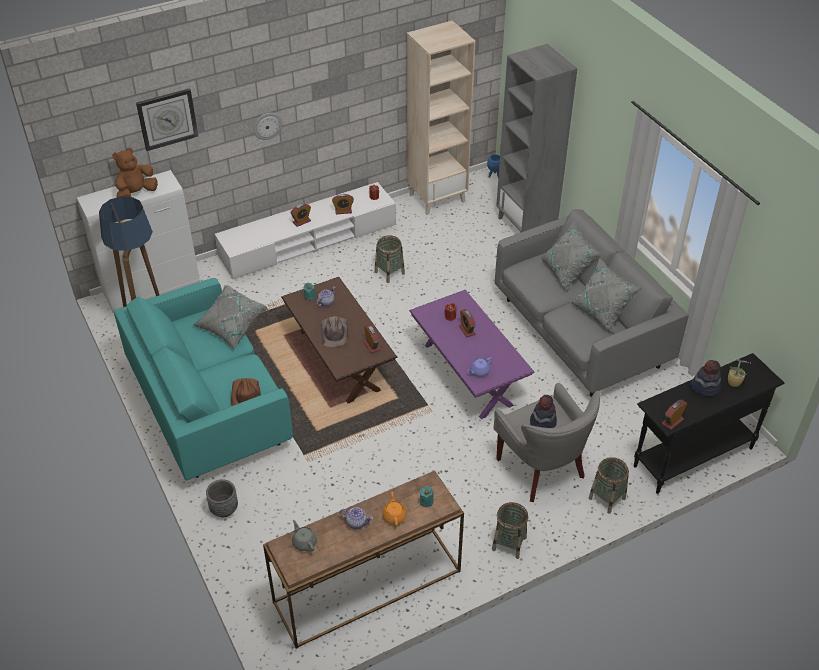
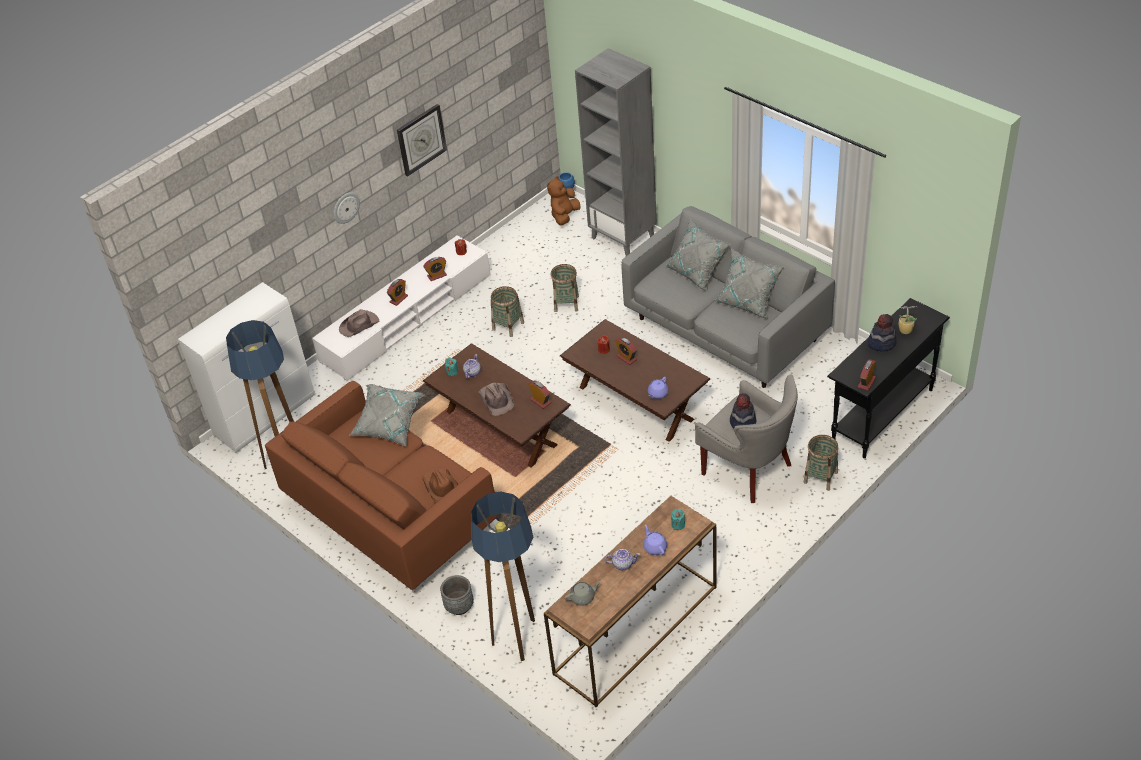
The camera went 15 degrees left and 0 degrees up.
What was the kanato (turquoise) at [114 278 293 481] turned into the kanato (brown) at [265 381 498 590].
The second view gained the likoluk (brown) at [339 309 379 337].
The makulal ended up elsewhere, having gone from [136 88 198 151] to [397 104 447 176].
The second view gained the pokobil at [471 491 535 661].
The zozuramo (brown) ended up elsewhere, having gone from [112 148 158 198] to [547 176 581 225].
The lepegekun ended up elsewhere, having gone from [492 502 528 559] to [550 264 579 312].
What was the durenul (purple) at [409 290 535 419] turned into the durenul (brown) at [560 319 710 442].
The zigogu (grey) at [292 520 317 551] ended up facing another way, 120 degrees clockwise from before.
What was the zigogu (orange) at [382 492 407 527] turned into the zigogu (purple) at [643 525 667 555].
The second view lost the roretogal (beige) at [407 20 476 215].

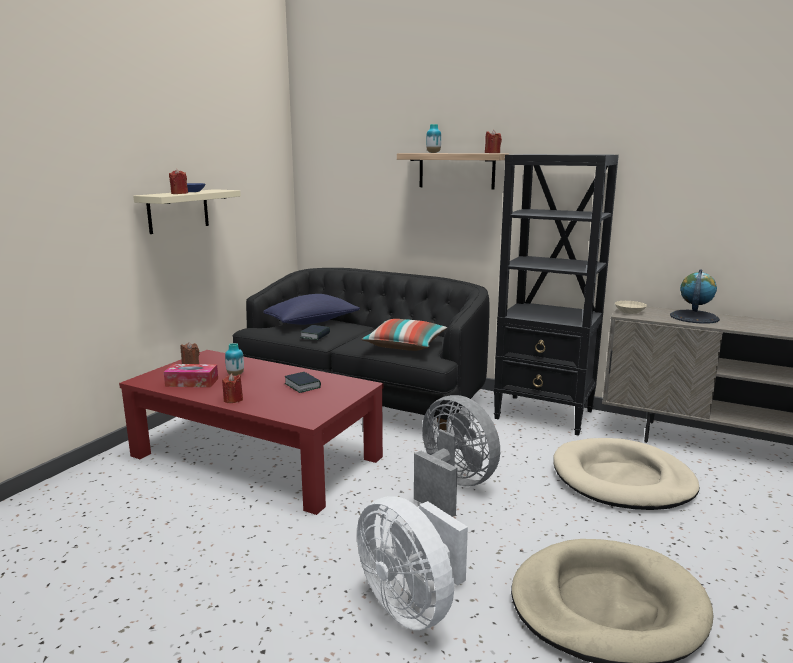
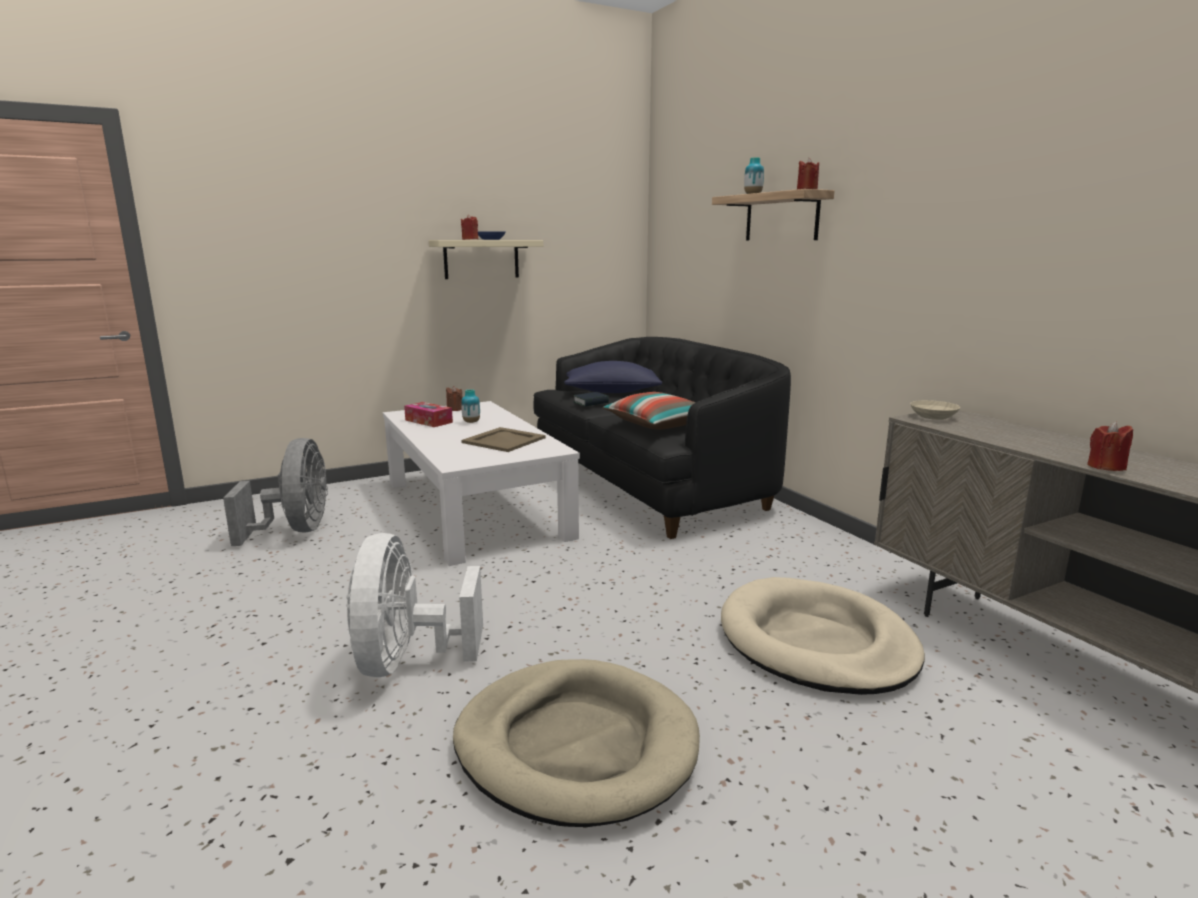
The camera went 35 degrees right and 0 degrees up.
The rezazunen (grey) ended up elsewhere, having gone from [414 395 500 517] to [223 438 328 546].
What was the durenul (red) at [119 350 383 515] turned into the durenul (white) at [383 401 580 566].
Where the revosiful stood at [284 372 321 393], the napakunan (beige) came to stand at [461 427 546 452].
The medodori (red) ended up elsewhere, having gone from [222 374 243 403] to [1087 422 1133 471].
The second view lost the roretogal (black) at [494 154 619 436].
The second view lost the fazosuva at [670 269 720 324].

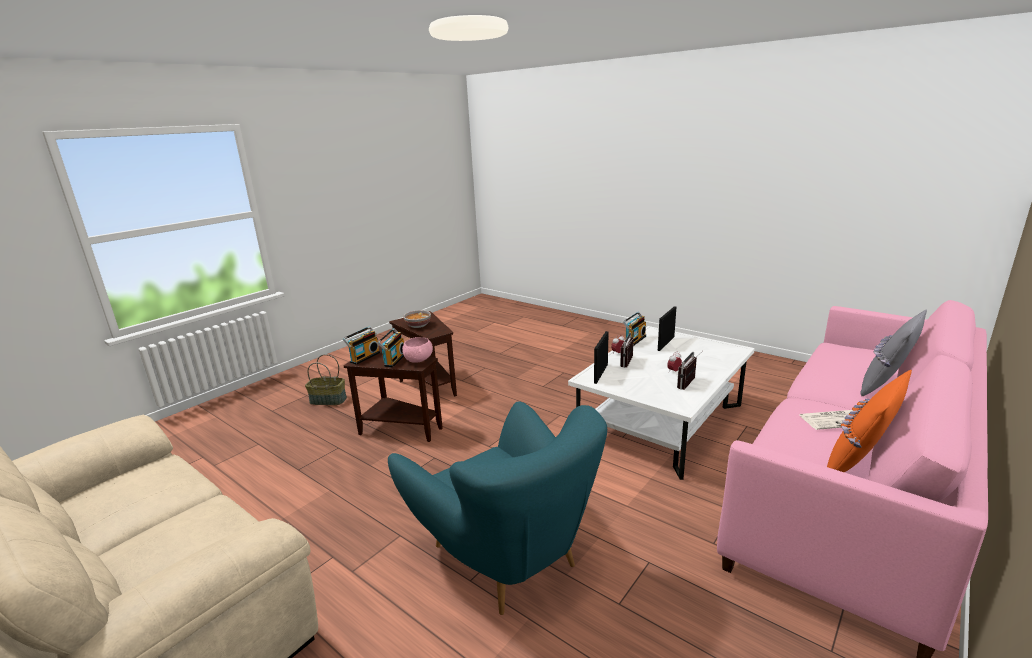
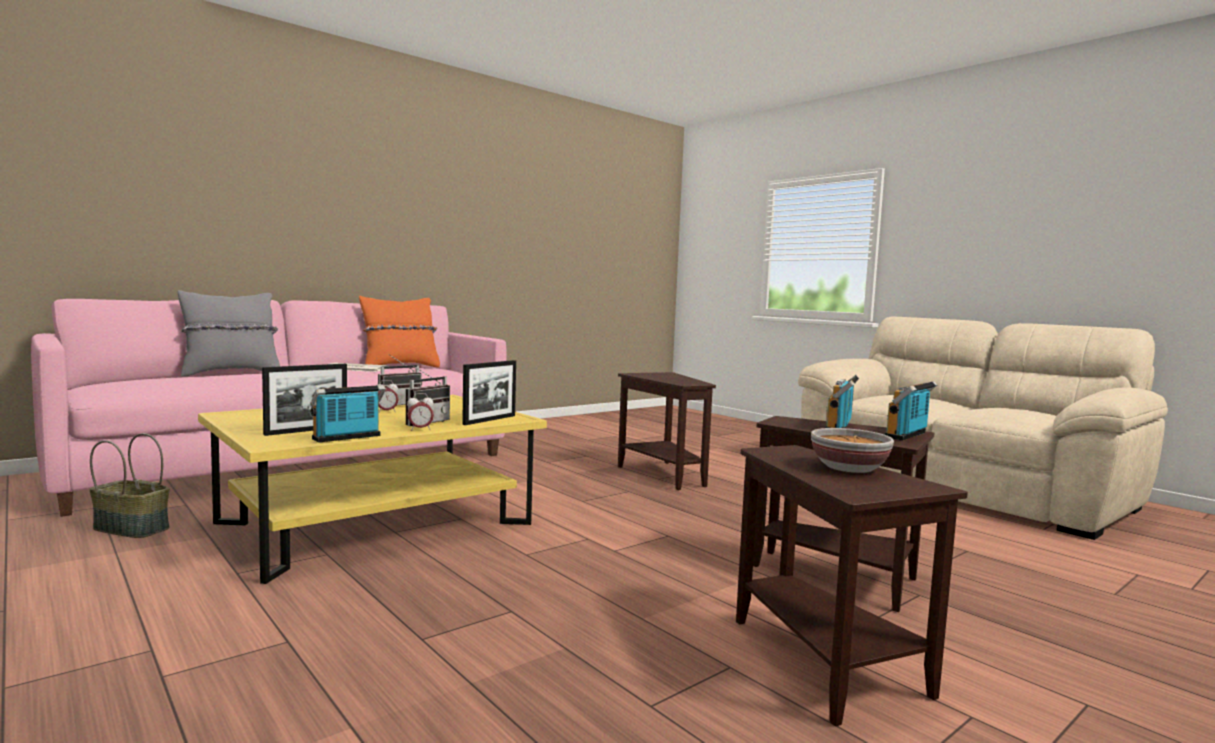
The camera went 170 degrees left and 15 degrees down.
The lepegekun ended up elsewhere, having gone from [305 354 347 405] to [89 433 170 538].
What was the durenul (white) at [568 326 755 480] turned into the durenul (yellow) at [198 395 547 584].
Where the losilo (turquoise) stood at [388 401 607 615], the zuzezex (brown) came to stand at [618 372 716 490].
The second view lost the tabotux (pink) at [402 337 433 363].

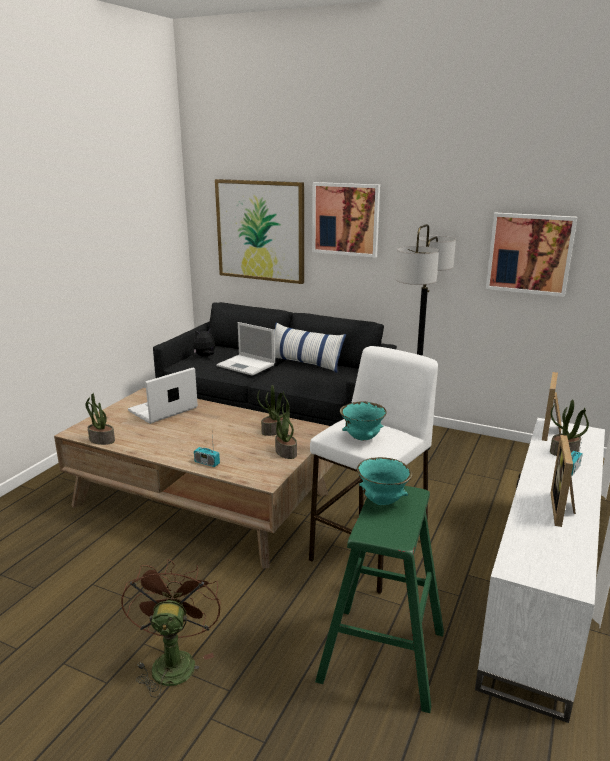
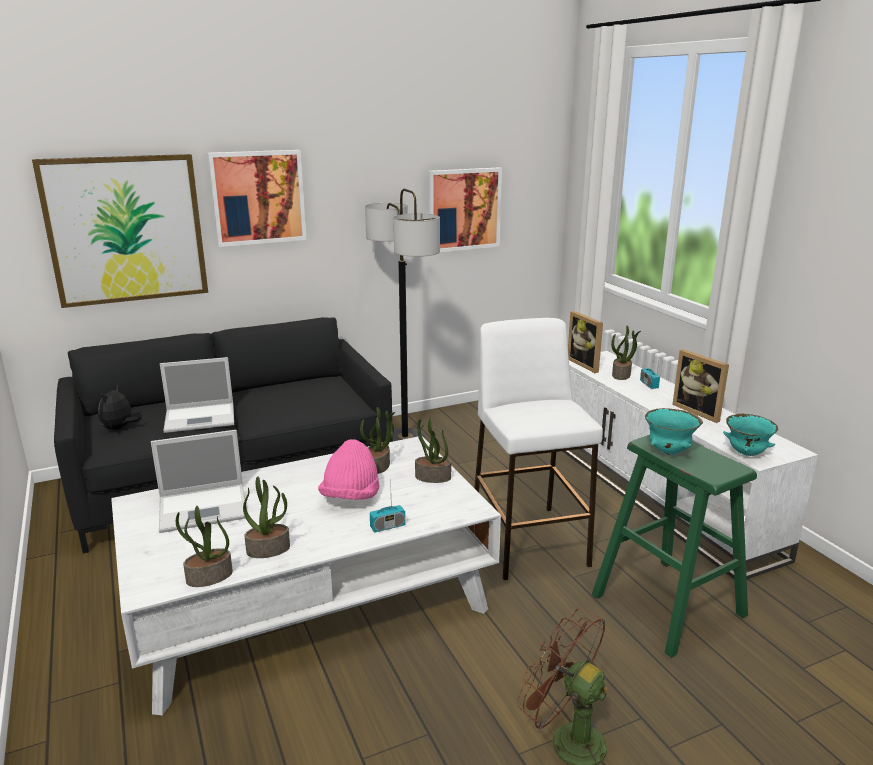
The camera went 50 degrees left and 0 degrees up.
What was the durenul (brown) at [54 388 333 568] turned into the durenul (white) at [111 436 501 715].
The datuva at [128 367 198 424] ended up facing another way, 105 degrees counterclockwise from before.
The second view gained the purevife at [243 476 290 558].
The second view gained the likoluk (pink) at [318 439 379 500].
The tabotux (turquoise) ended up elsewhere, having gone from [340 401 387 441] to [723 414 778 456].
The second view lost the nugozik at [275 322 346 373].

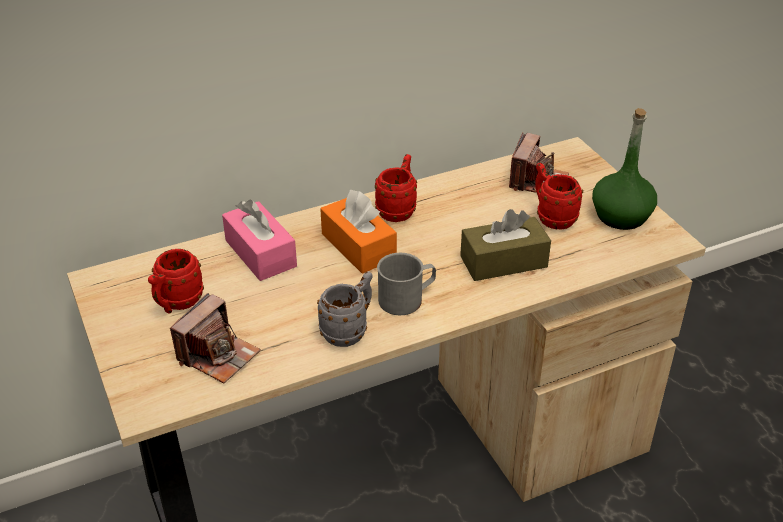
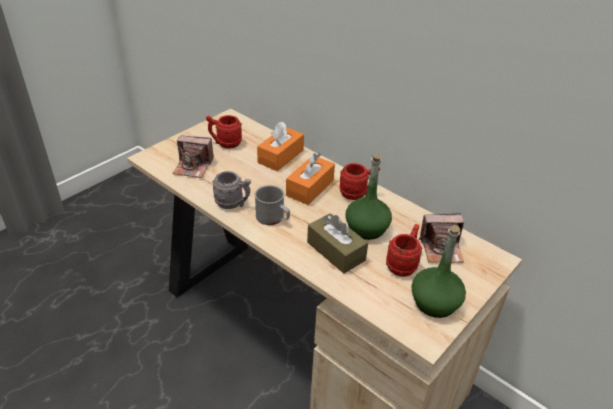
The camera went 65 degrees right and 0 degrees up.
What was the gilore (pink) at [222 200 297 281] turned into the gilore (orange) at [257 122 304 171].
The second view gained the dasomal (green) at [345 154 392 240].

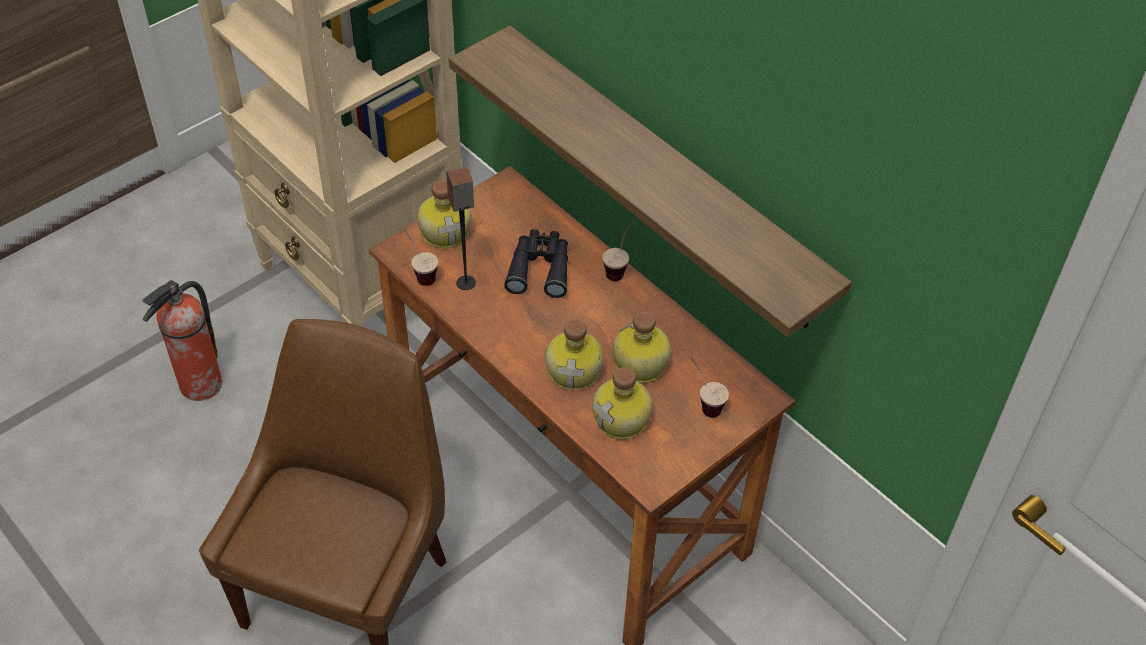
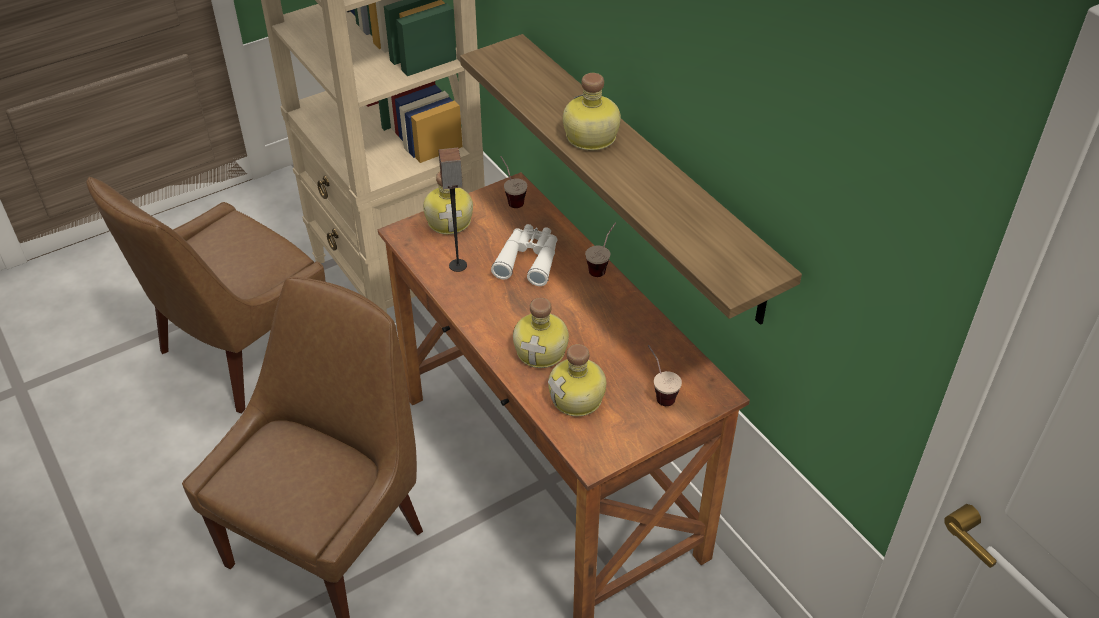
The camera went 10 degrees right and 5 degrees down.
Where the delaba stood at [142 280 222 401], the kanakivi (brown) came to stand at [86 177 326 413].
What was the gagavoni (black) at [504 229 568 298] turned into the gagavoni (white) at [491 224 558 286].
The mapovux ended up elsewhere, having gone from [403 229 438 286] to [500 156 527 208].
The dasomal ended up elsewhere, having gone from [613 312 671 383] to [563 73 621 151].

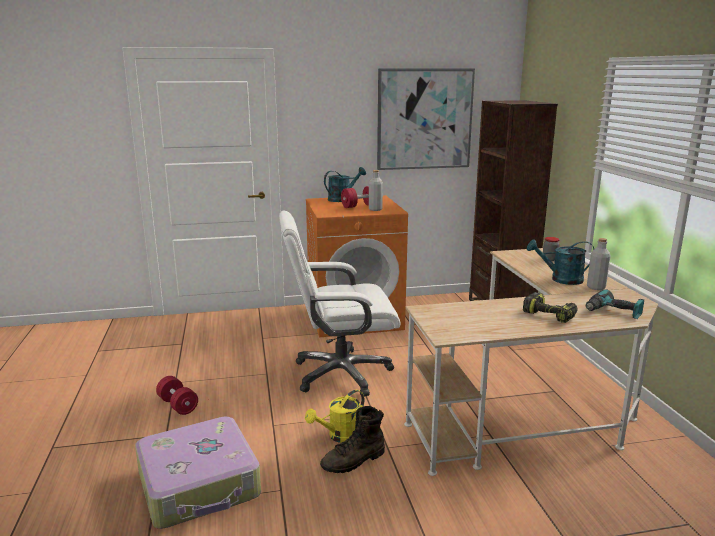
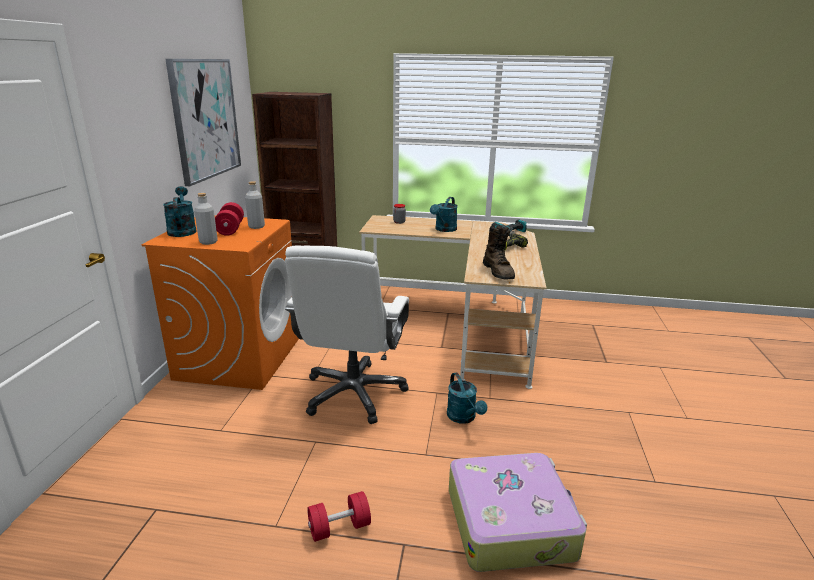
The camera went 70 degrees left and 5 degrees up.
The dasomal (grey) ended up elsewhere, having gone from [587 238 611 290] to [194 193 218 245].
What was the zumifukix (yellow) at [305 390 364 443] turned into the zumifukix (turquoise) at [447 372 487 424].
The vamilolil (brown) ended up elsewhere, having gone from [320 406 385 473] to [483 226 515 279].

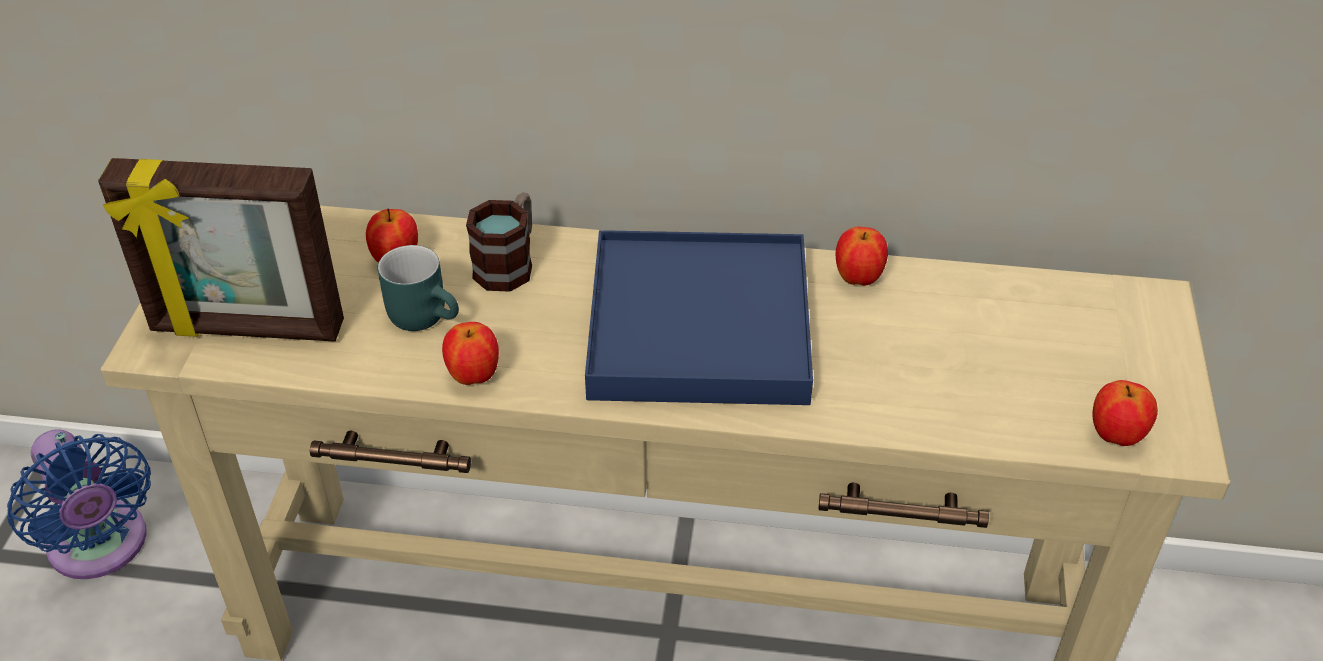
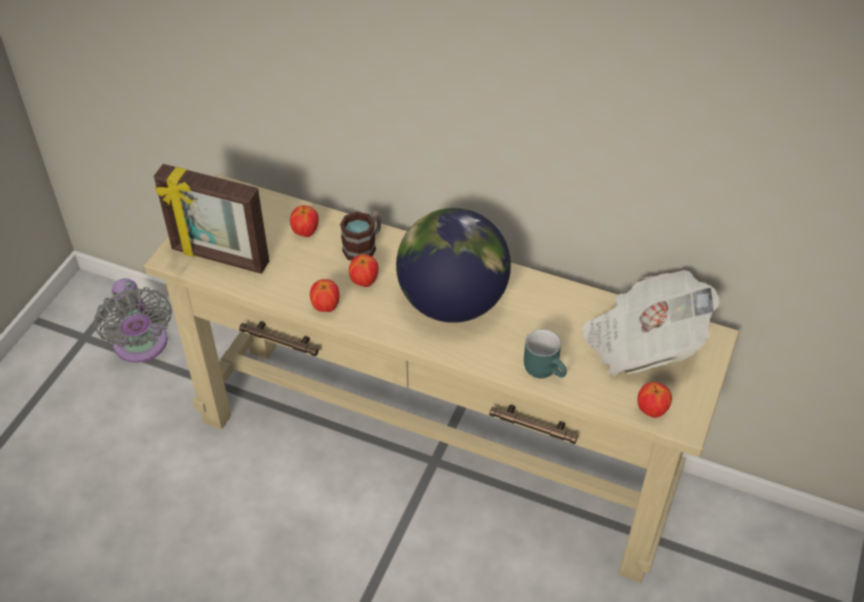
The camera went 15 degrees right and 5 degrees up.
What was the rezazunen (blue) at [7 429 151 579] turned into the rezazunen (grey) at [94 278 172 363].
The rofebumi ended up elsewhere, having gone from [836 227 888 286] to [349 254 379 287].
Where the napakunan (blue) stood at [585 230 813 405], the fazosuva came to stand at [396 208 511 323].
The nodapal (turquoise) ended up elsewhere, having gone from [378 245 459 331] to [524 329 567 378].
The second view gained the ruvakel at [581 270 720 376].

